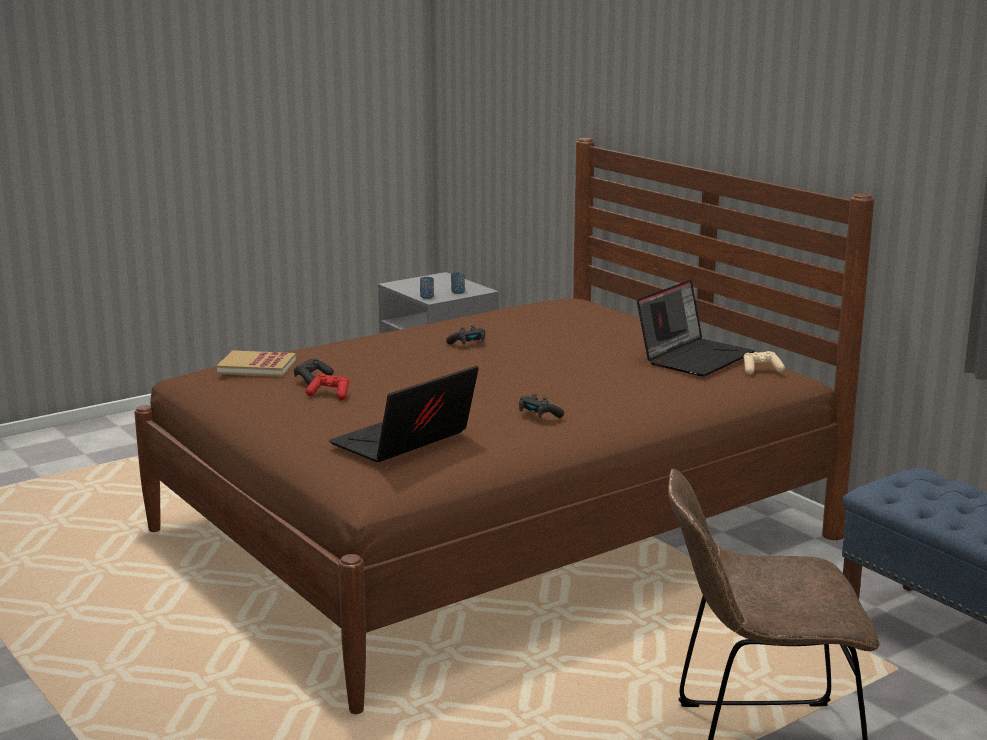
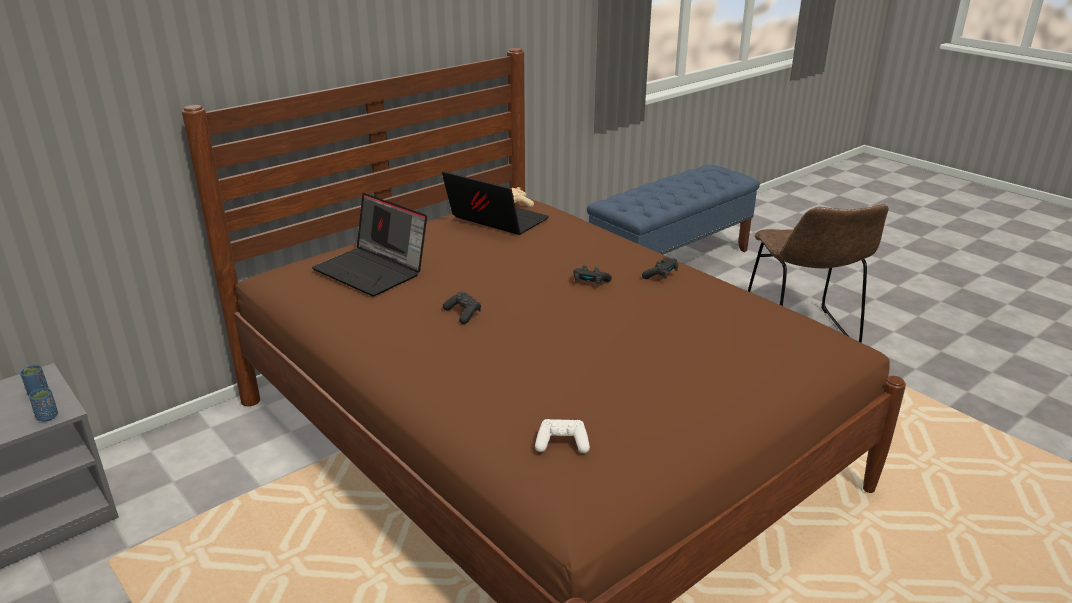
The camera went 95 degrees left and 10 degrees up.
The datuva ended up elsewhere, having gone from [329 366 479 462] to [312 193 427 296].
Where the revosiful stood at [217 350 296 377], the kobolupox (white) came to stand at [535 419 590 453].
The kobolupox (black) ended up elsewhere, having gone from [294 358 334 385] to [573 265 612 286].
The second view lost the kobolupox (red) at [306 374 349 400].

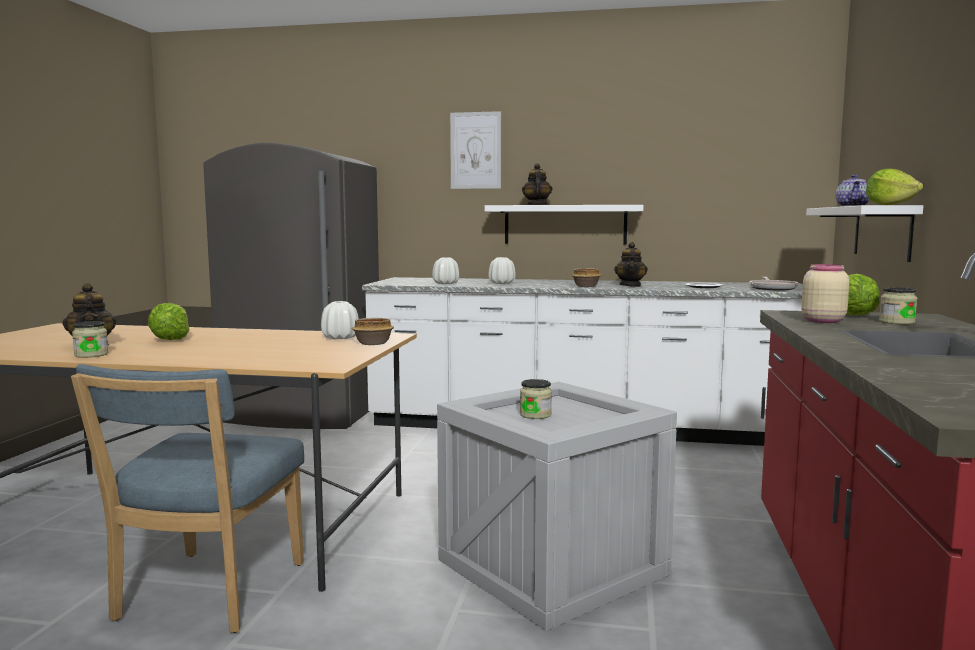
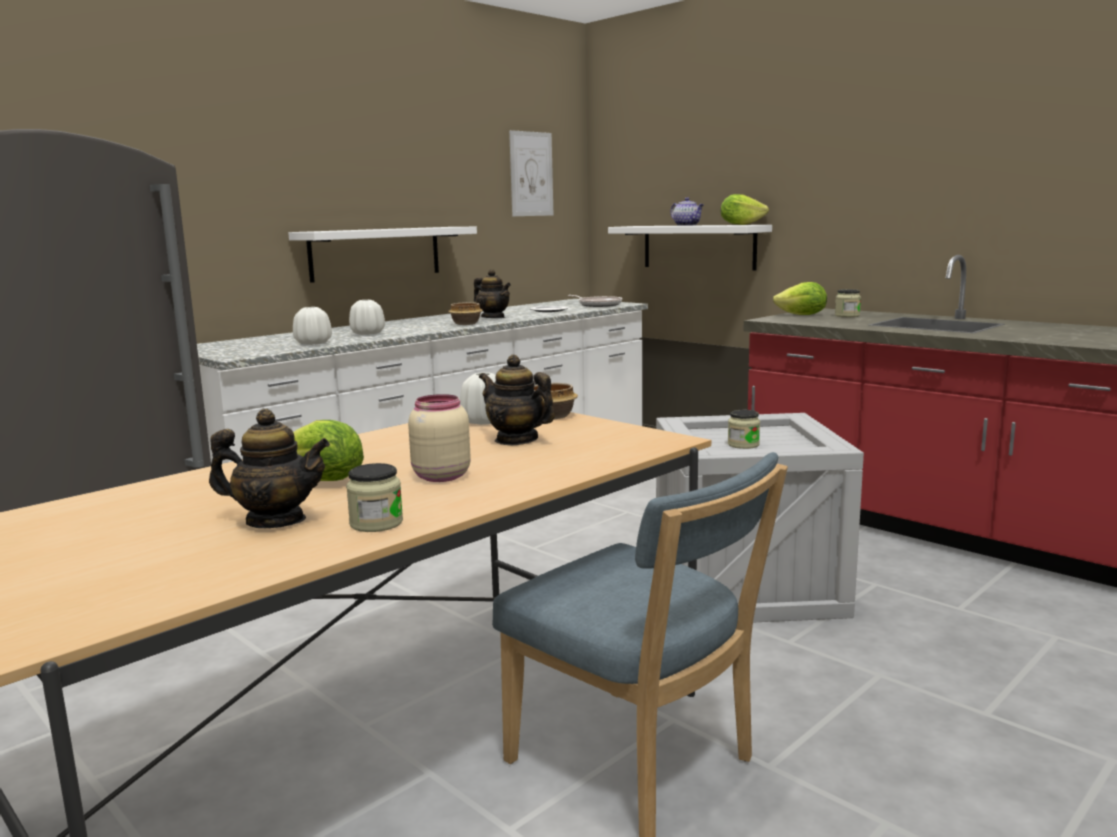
The camera went 55 degrees left and 5 degrees up.
The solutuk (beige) ended up elsewhere, having gone from [801 264 850 323] to [408 394 471 482].
The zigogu ended up elsewhere, having gone from [522 163 553 205] to [479 355 555 445].
The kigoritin ended up elsewhere, having gone from [450 111 501 189] to [509 130 553 216].

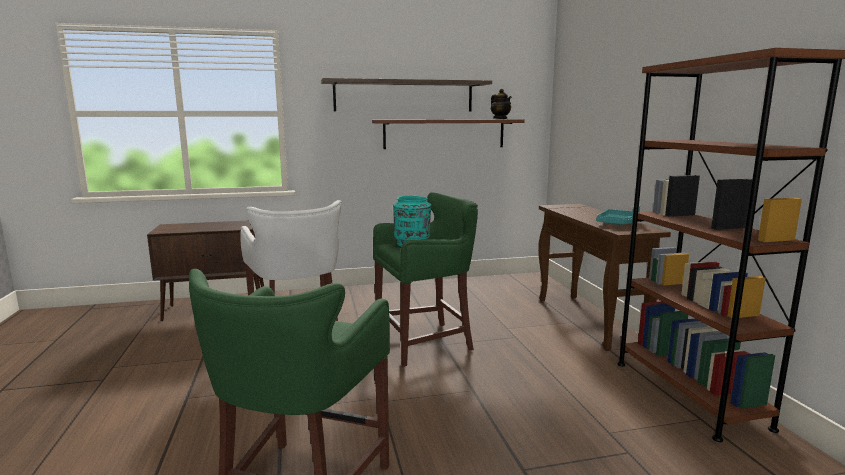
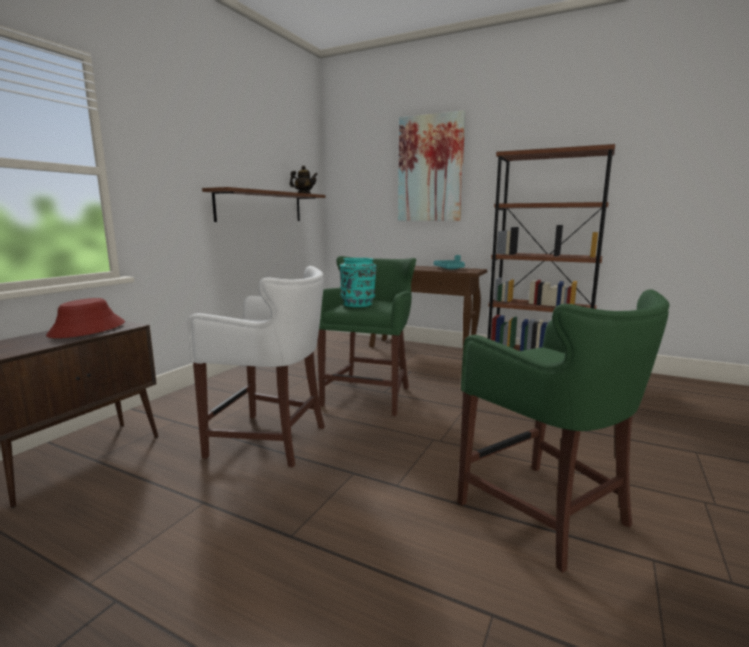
The camera went 50 degrees left and 0 degrees up.
The second view gained the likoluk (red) at [46 298 125 338].
The second view gained the kigoritin at [398 110 465 221].
The second view lost the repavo at [321 78 492 111].

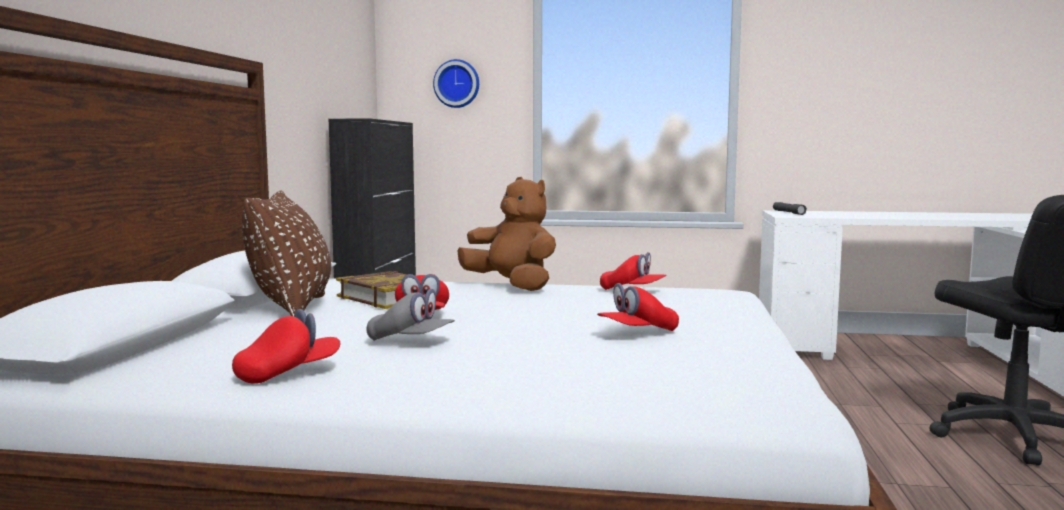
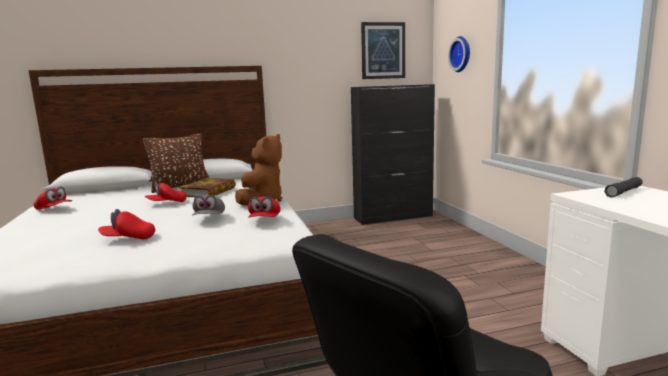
The camera went 65 degrees right and 5 degrees up.
The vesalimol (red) at [597 283 679 331] ended up facing another way, 45 degrees counterclockwise from before.
The vesalimol (grey) ended up elsewhere, having gone from [367 289 455 341] to [192 195 225 215].
The second view gained the kigoritin at [361 22 405 79].

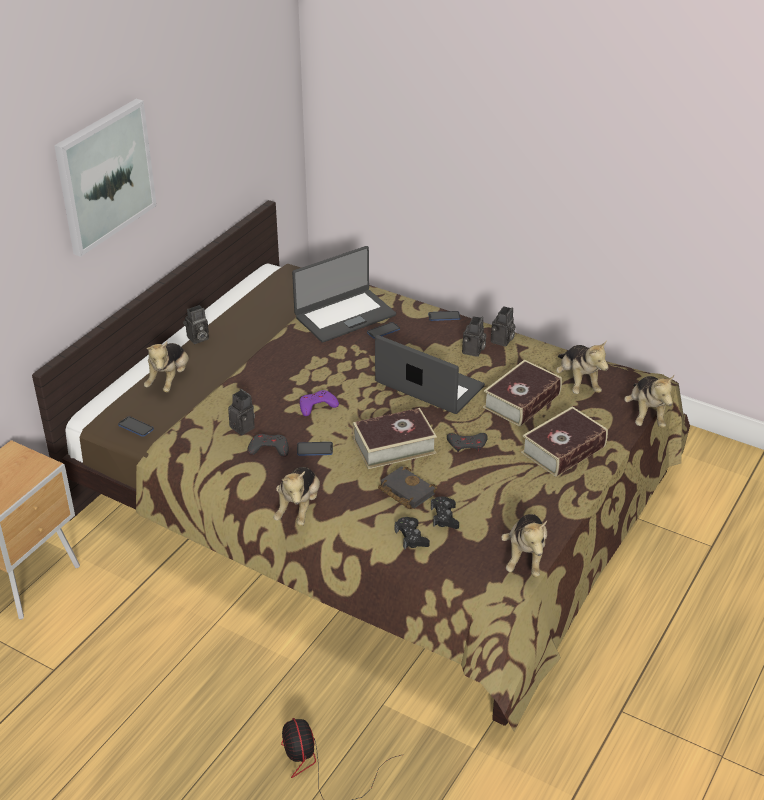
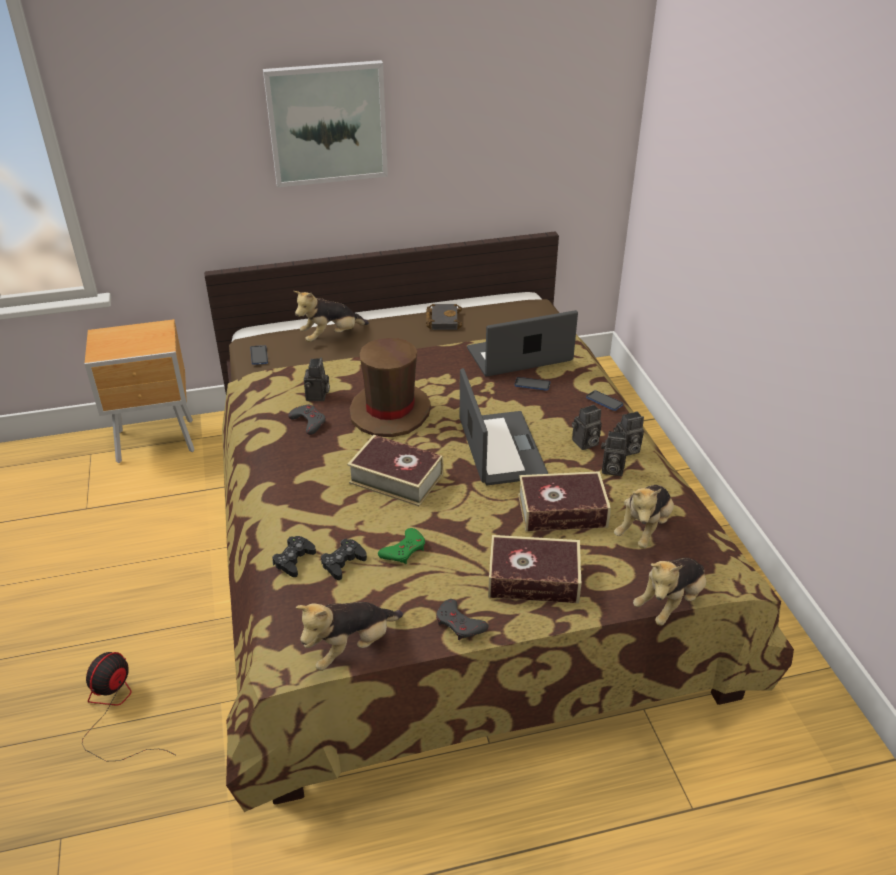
The camera went 45 degrees right and 0 degrees up.
Where the kobolupox (purple) stood at [300 390 339 416], the likoluk (brown) came to stand at [349 338 431 437].
The second view gained the kobolupox (green) at [378 528 425 564].
The revosiful (black) ended up elsewhere, having gone from [378 466 437 509] to [426 304 462 330].
The kobolupox (grey) ended up elsewhere, having gone from [447 433 488 452] to [436 599 488 640].
The datuva at [292 246 396 343] ended up facing another way, 150 degrees clockwise from before.
The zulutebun ended up elsewhere, having gone from [183 305 209 344] to [601 431 627 476].
The second view lost the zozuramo at [274 467 320 526].
The second view lost the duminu at [297 442 333 456].

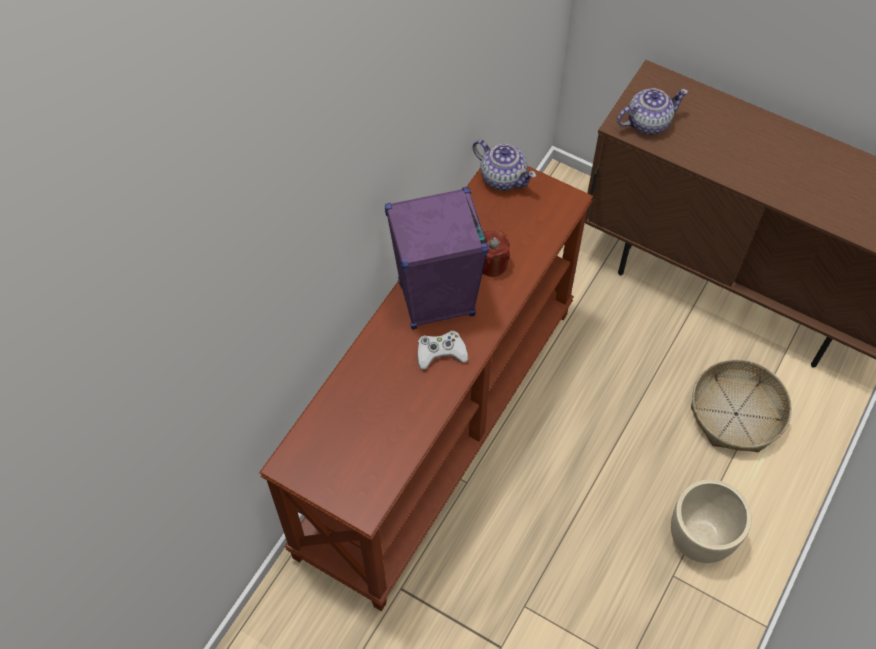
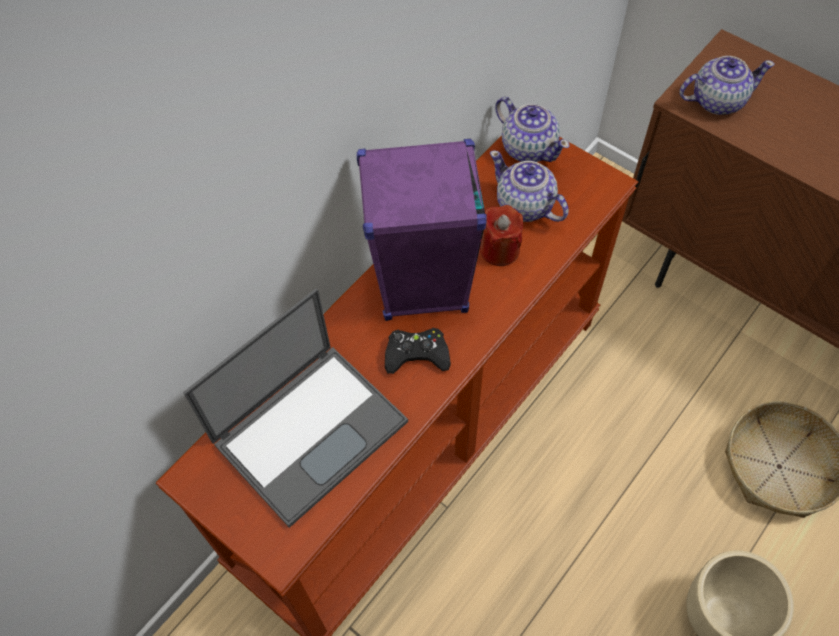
The camera went 10 degrees right and 0 degrees up.
The second view gained the datuva at [183 288 408 528].
What was the kobolupox (white) at [417 331 468 370] turned into the kobolupox (black) at [385 328 451 374].
The second view gained the zigogu at [490 151 569 222].

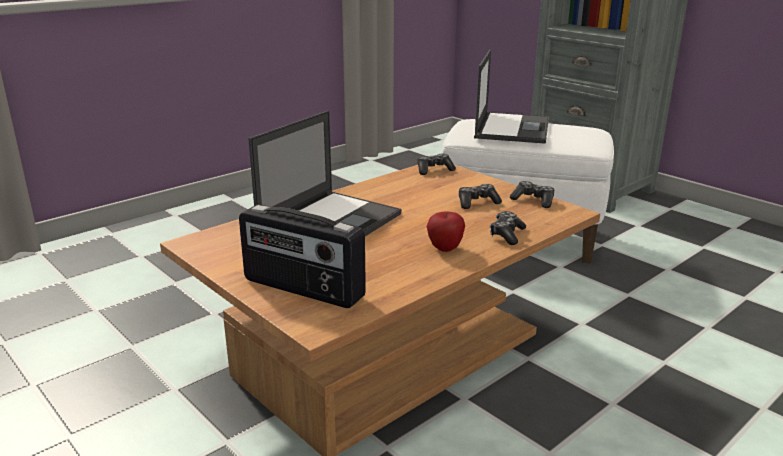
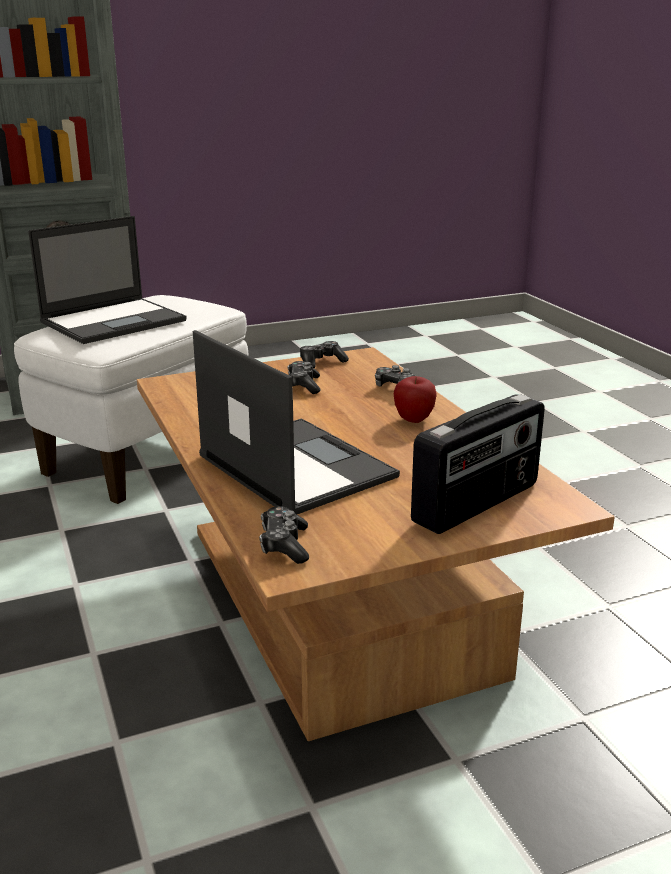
The camera went 70 degrees left and 0 degrees up.
The datuva at [474 50 549 144] ended up facing another way, 105 degrees clockwise from before.
The kobolupox ended up elsewhere, having gone from [417 154 456 175] to [259 506 309 564].

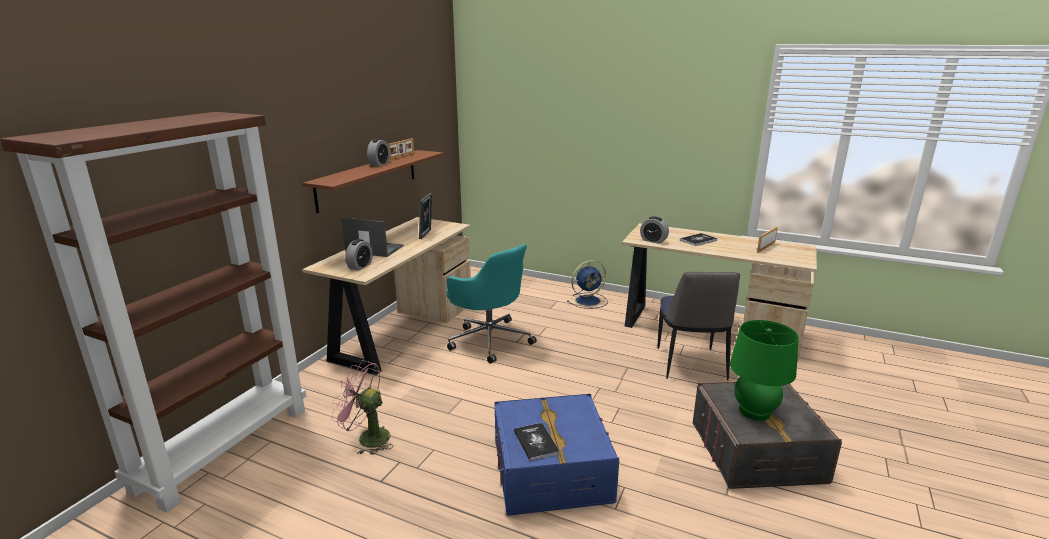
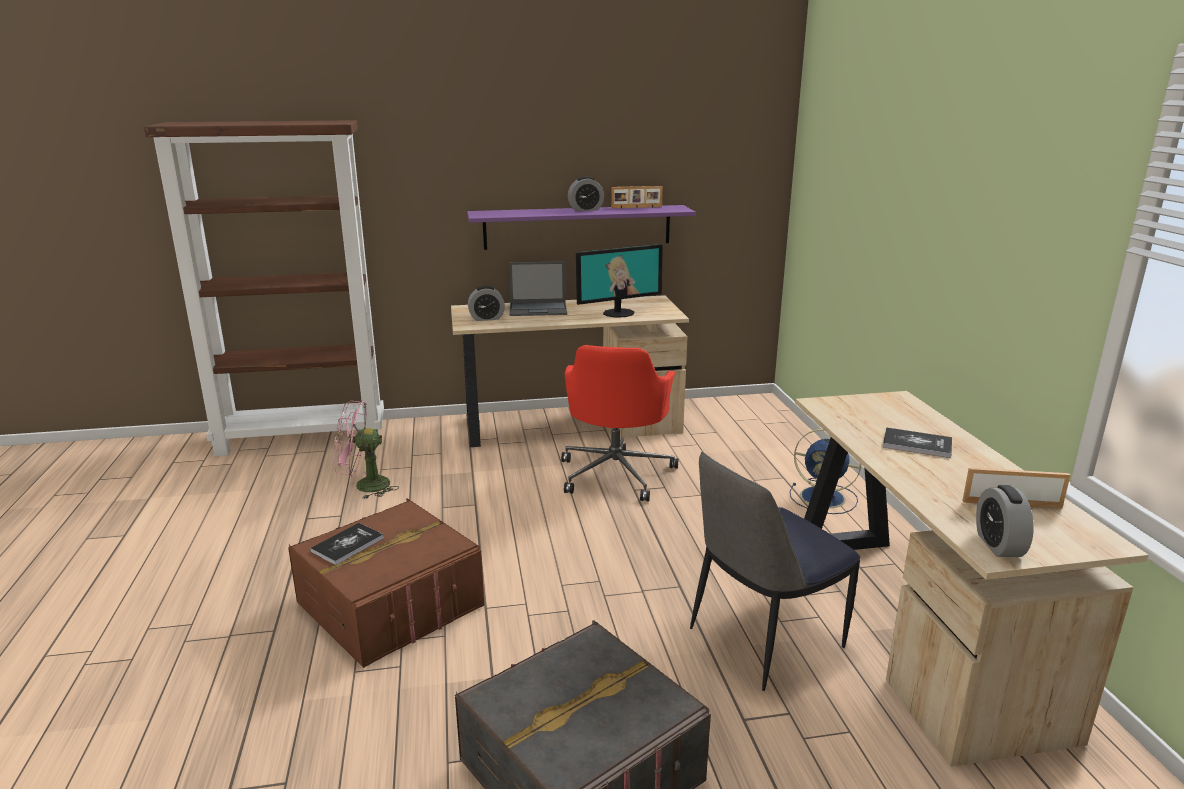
The camera went 55 degrees right and 0 degrees up.
What was the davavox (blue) at [495 394 619 516] turned into the davavox (brown) at [288 498 484 668].
The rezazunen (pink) at [331 360 393 455] ended up facing another way, 75 degrees counterclockwise from before.
What was the repavo (brown) at [303 150 443 213] turned into the repavo (purple) at [467 205 696 250].
The datuva at [341 218 403 257] ended up facing another way, 105 degrees clockwise from before.
What was the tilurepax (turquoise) at [446 244 537 364] turned into the tilurepax (red) at [561 345 678 501].
Where the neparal stood at [419 193 432 239], the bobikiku came to stand at [576 244 663 318].
The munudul ended up elsewhere, having gone from [640 216 669 244] to [976 485 1034 557].
The second view lost the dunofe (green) at [730 320 799 421].

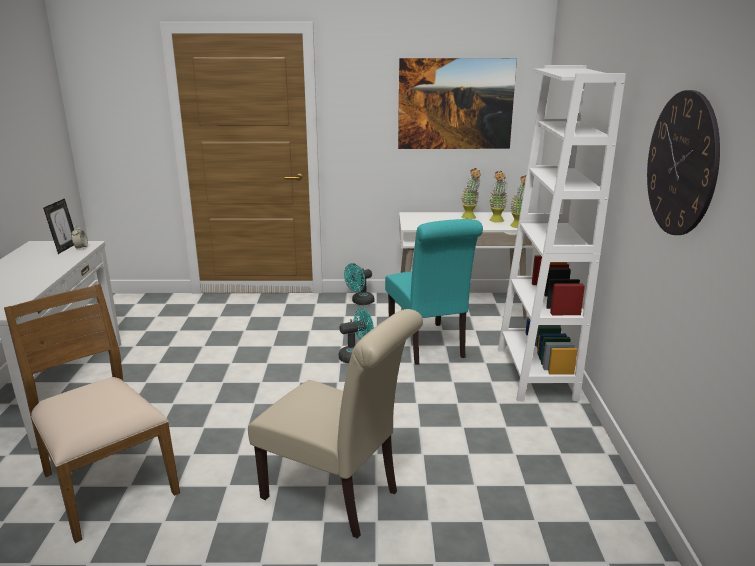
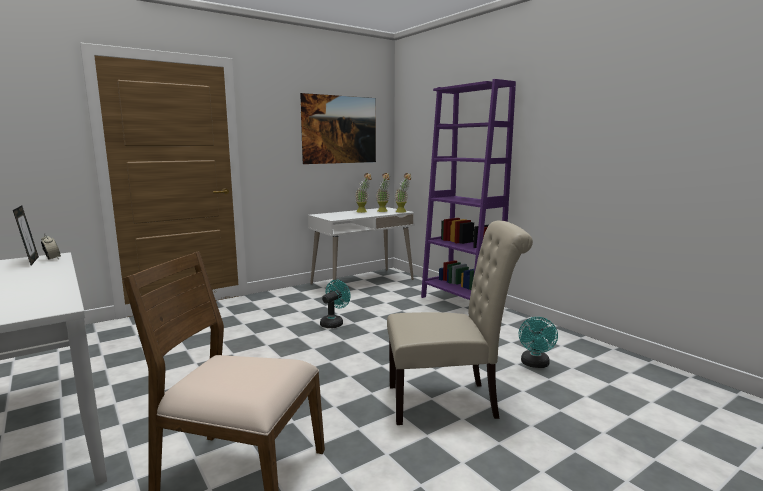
The camera went 35 degrees left and 10 degrees down.
What was the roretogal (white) at [498 65 626 401] turned into the roretogal (purple) at [421 79 516 300].
The rezazunen (turquoise) ended up elsewhere, having gone from [344 263 374 305] to [519 317 558 368].
The second view lost the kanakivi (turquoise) at [385 219 483 365].
The second view lost the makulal at [647 90 720 235].

